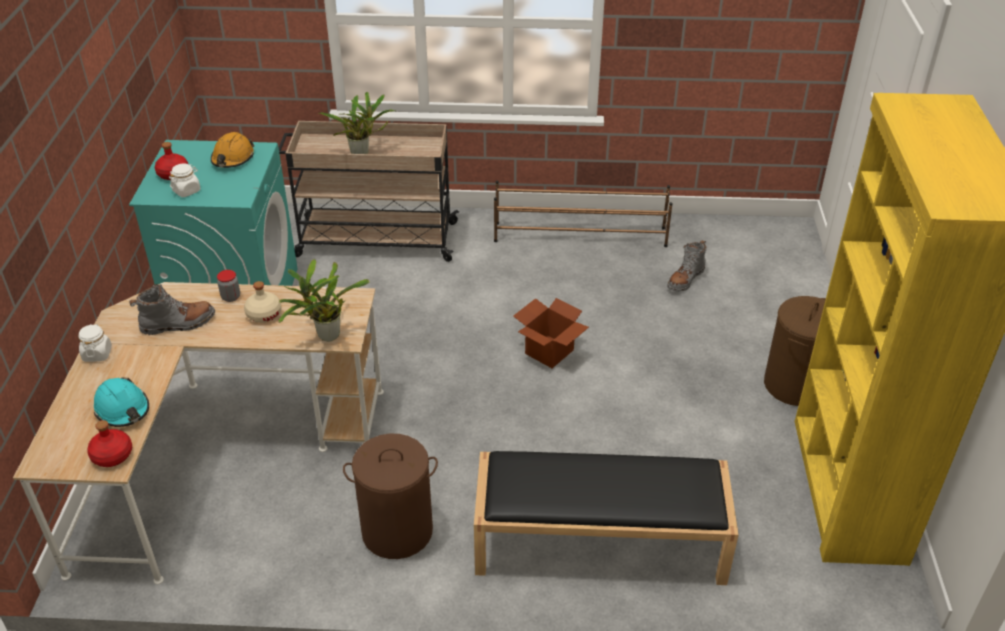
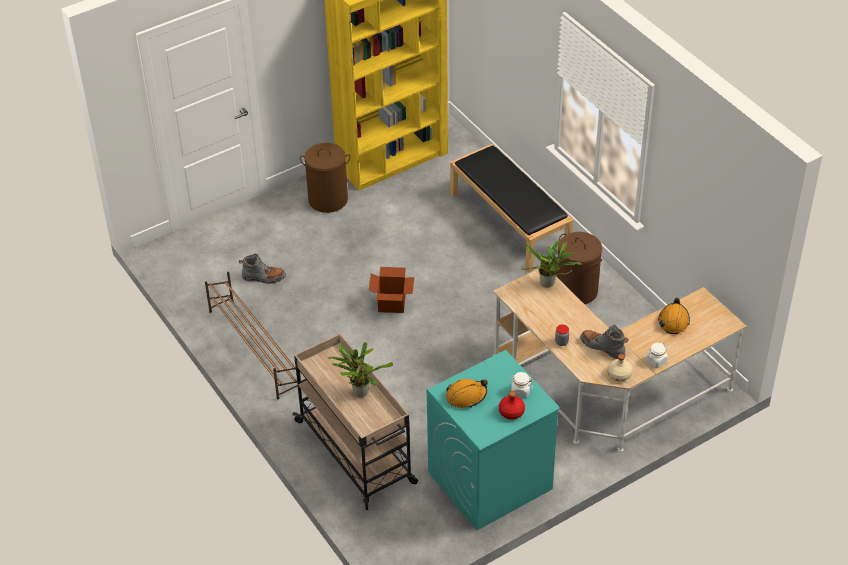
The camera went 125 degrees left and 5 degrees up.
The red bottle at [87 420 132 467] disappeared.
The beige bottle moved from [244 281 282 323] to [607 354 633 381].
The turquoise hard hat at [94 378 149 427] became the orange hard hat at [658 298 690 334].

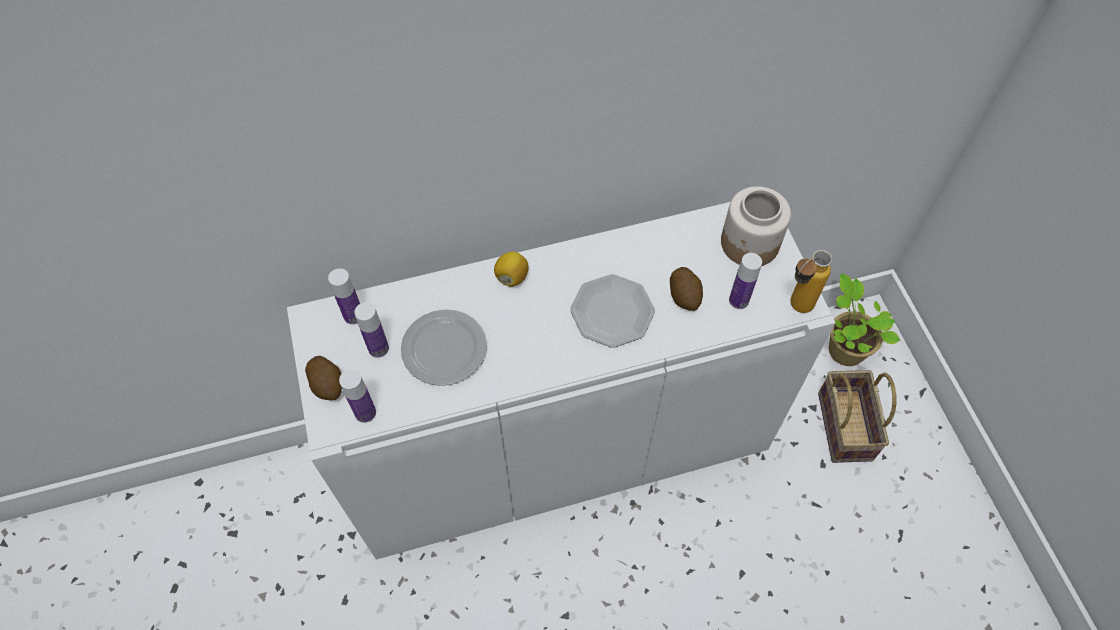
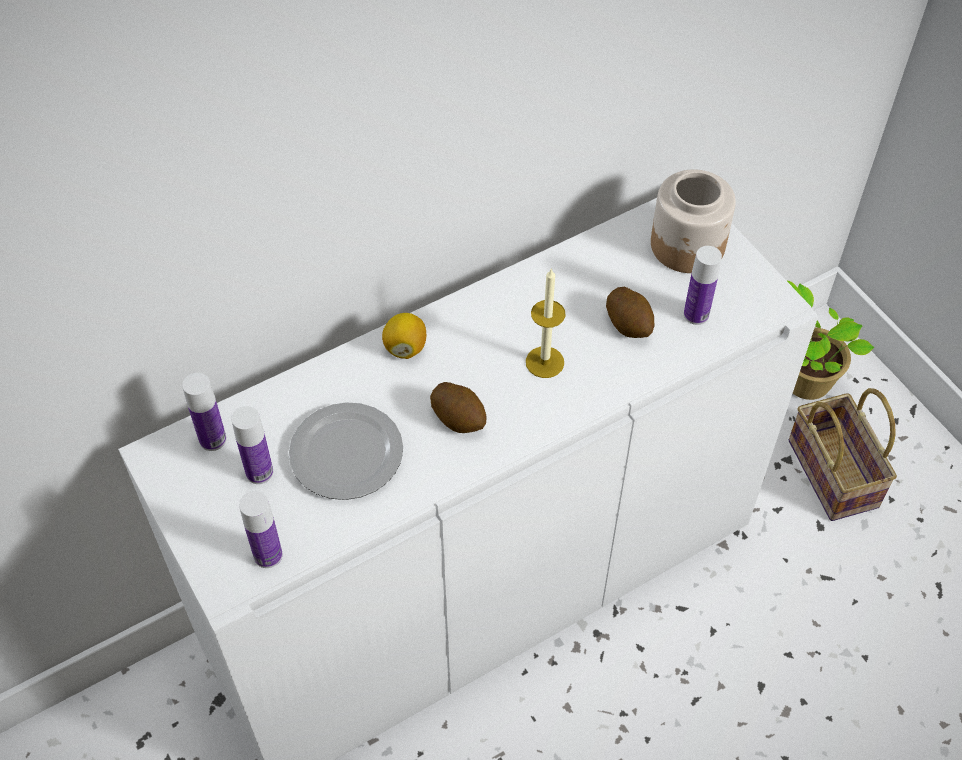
The camera went 15 degrees left and 5 degrees down.
The bottle at [790 250 833 313] disappeared.
The potato moved from [305 356 342 400] to [430 382 486 433].
The plate at [570 274 655 348] was replaced by the candle at [526 269 566 378].

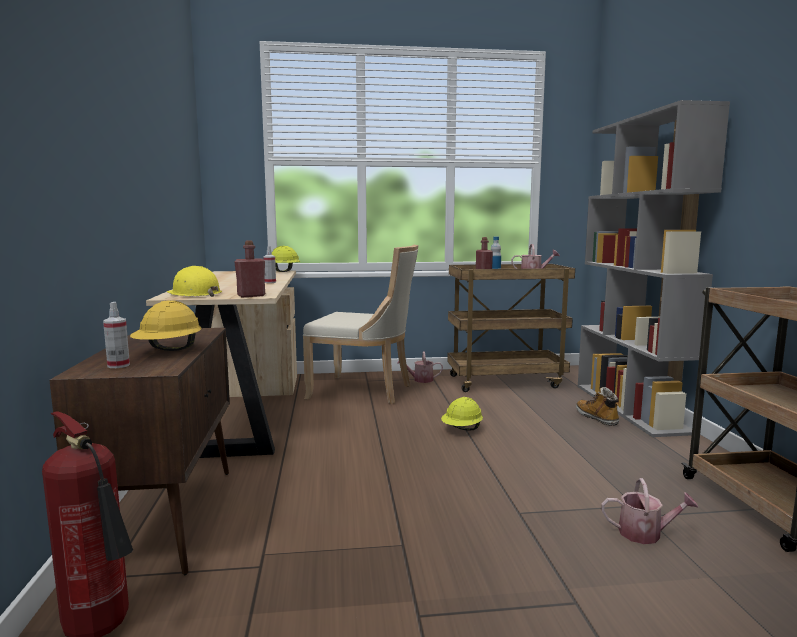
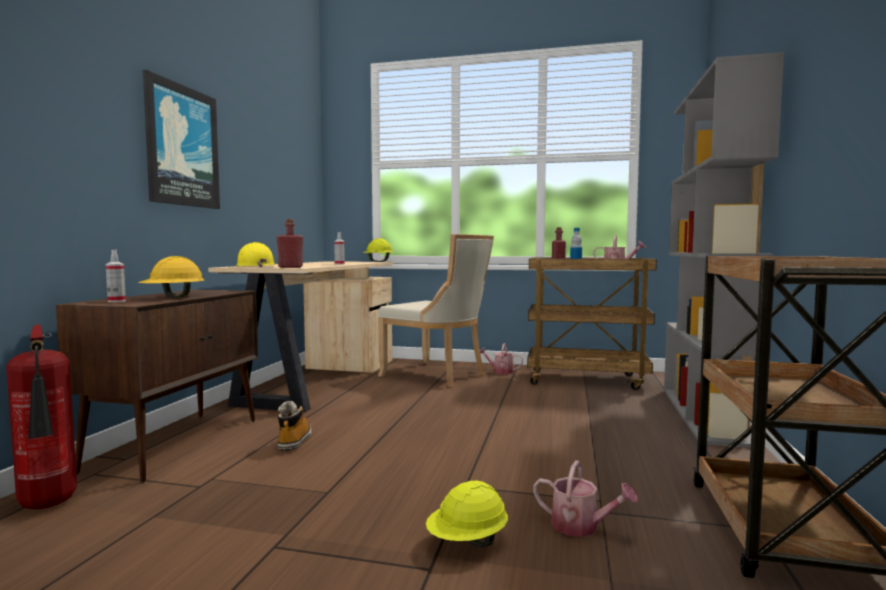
The camera went 20 degrees right and 5 degrees down.
The picture at [143 70 220 209] appeared.
The yellow hard hat moved from [441 397 483 431] to [426 480 508 548].
The boot moved from [576 387 619 426] to [277 401 311 451].

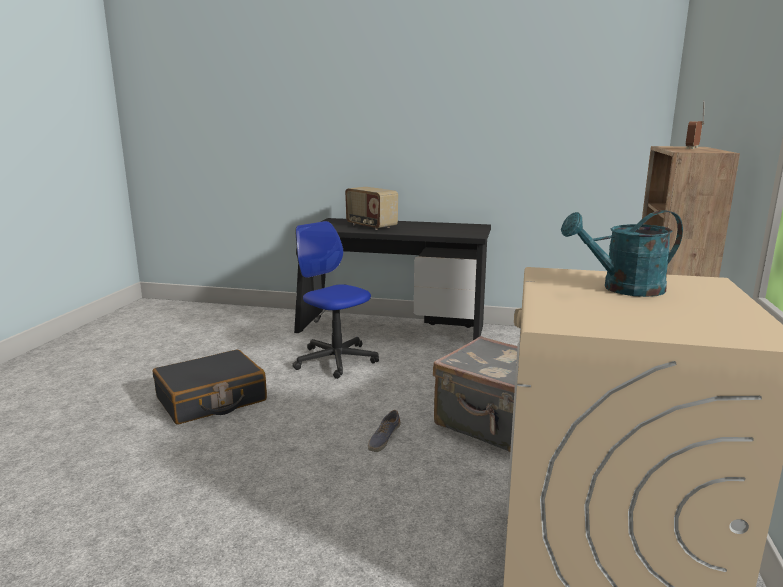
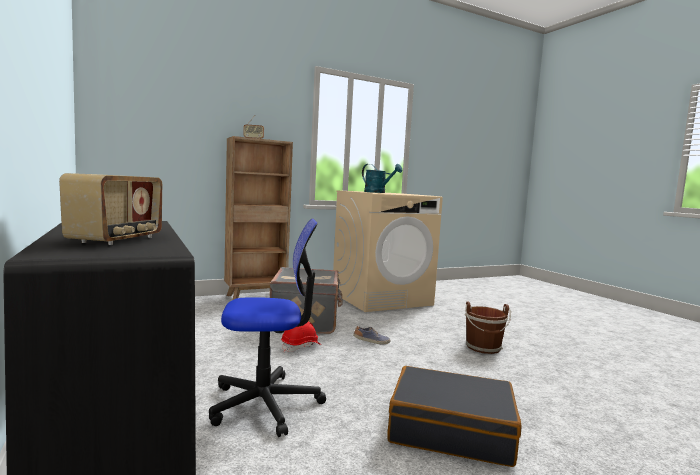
The camera went 130 degrees left and 10 degrees down.
The red hard hat at [281 321 321 352] appeared.
The brown bucket at [465 302 511 354] appeared.
The office chair at [292 221 379 379] turned 105 degrees counterclockwise.

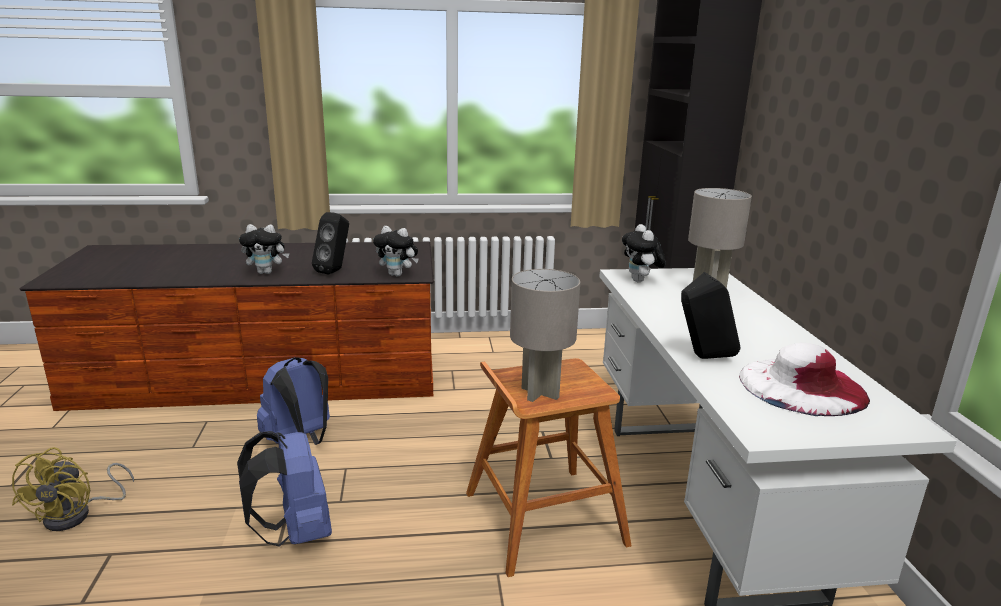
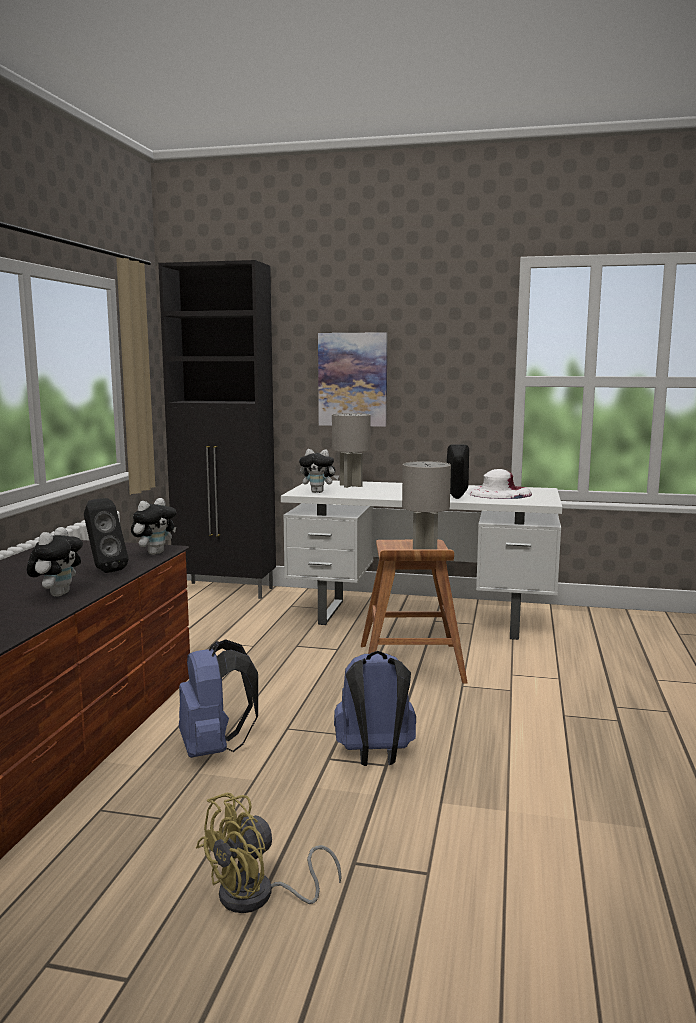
The camera went 70 degrees left and 10 degrees down.
The picture at [318 332 387 427] appeared.
The yellow fan at [12 447 134 531] turned 120 degrees clockwise.

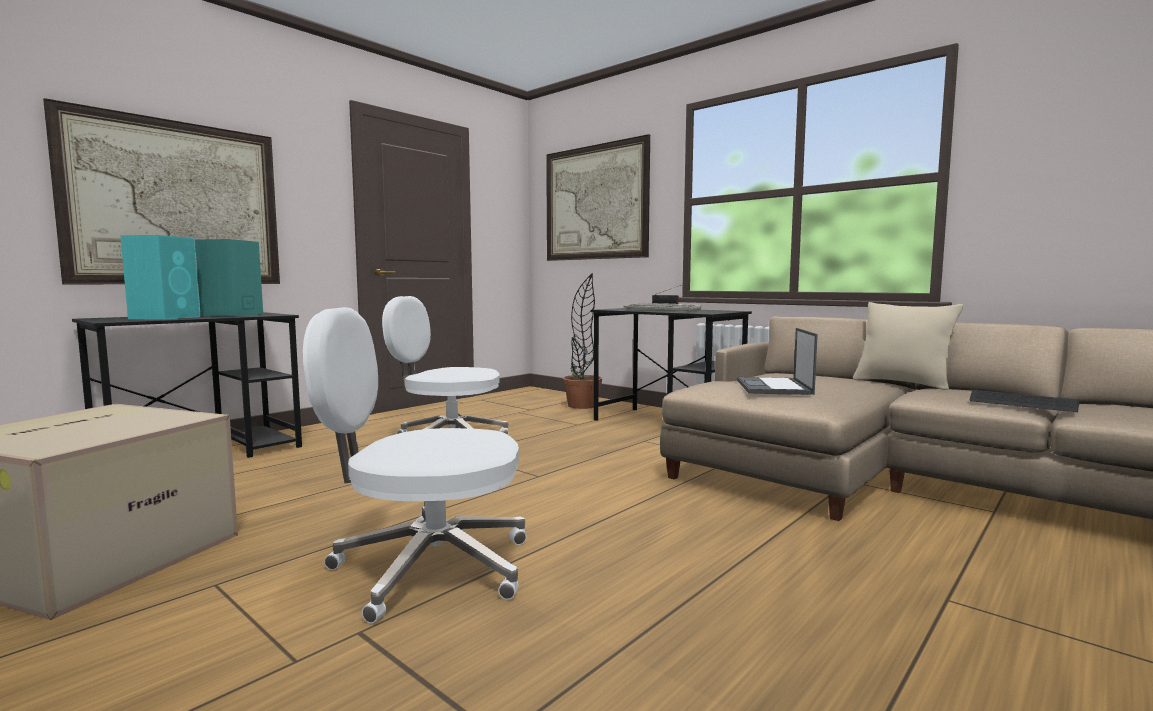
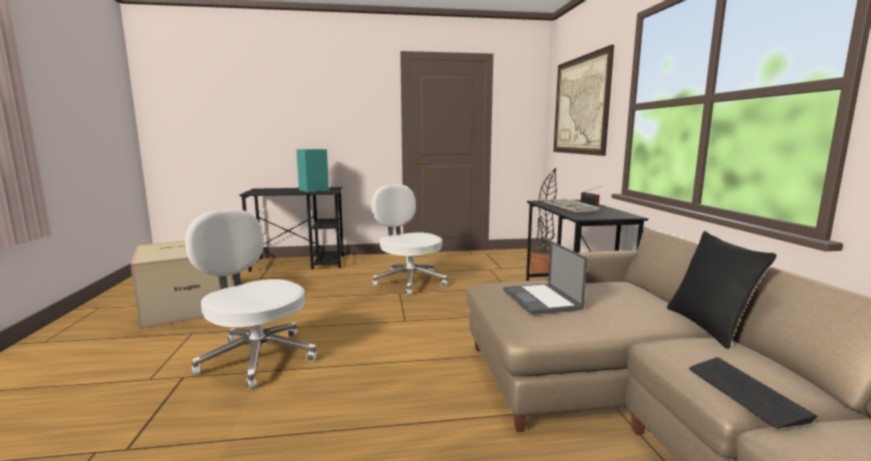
The camera went 40 degrees right and 5 degrees up.
The picture at [43 98 280 284] disappeared.
The turquoise speaker at [120 235 200 320] disappeared.
The beige pillow at [853 302 963 390] became the black pillow at [667 231 777 349].
The laptop at [737 328 818 395] turned 60 degrees counterclockwise.

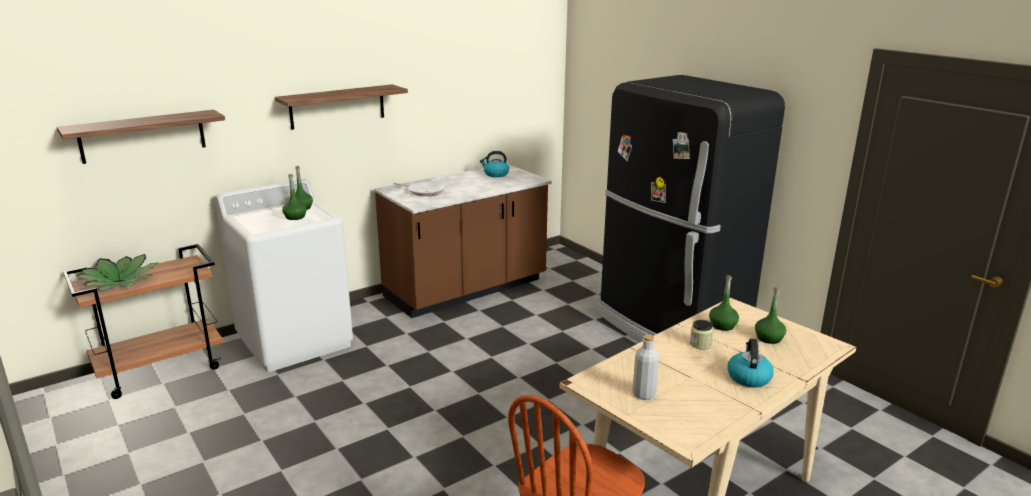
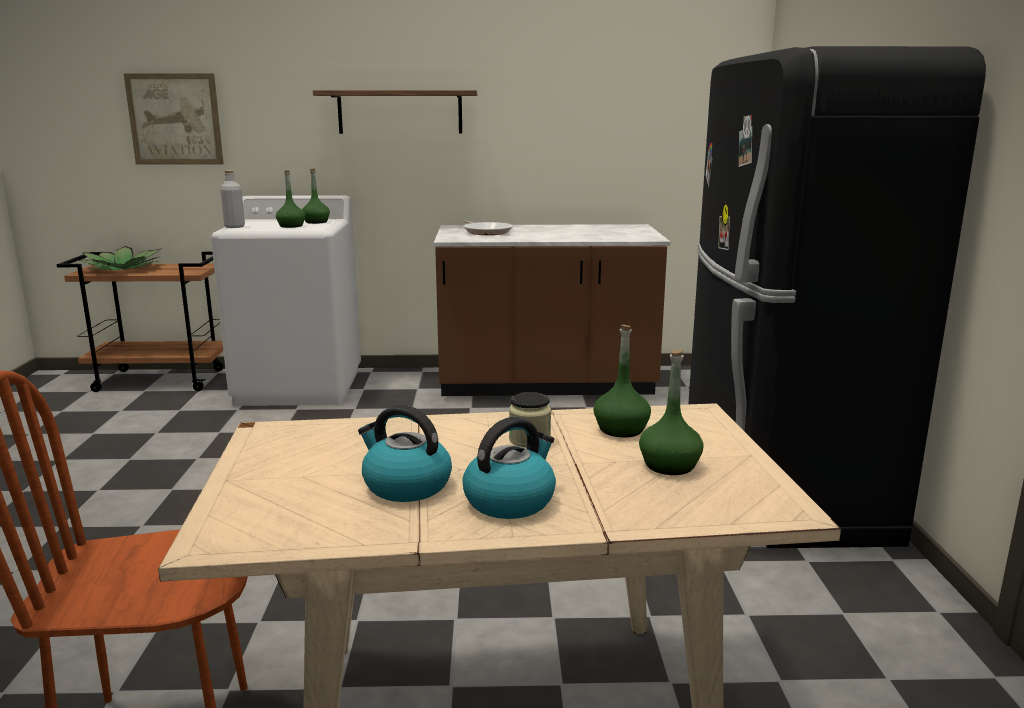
The camera went 35 degrees right and 5 degrees down.
The kettle moved from [480 151 509 177] to [358 405 452 502].
The grey bottle moved from [632 334 659 400] to [220 170 245 228].
The shelf at [57 110 225 164] was replaced by the picture at [124 73 224 165].

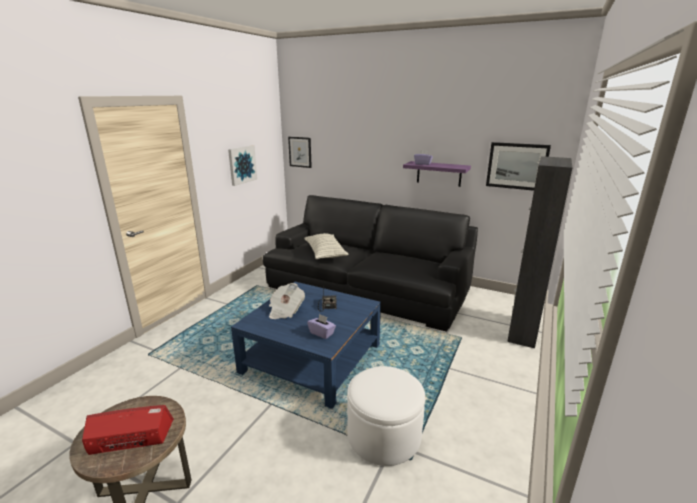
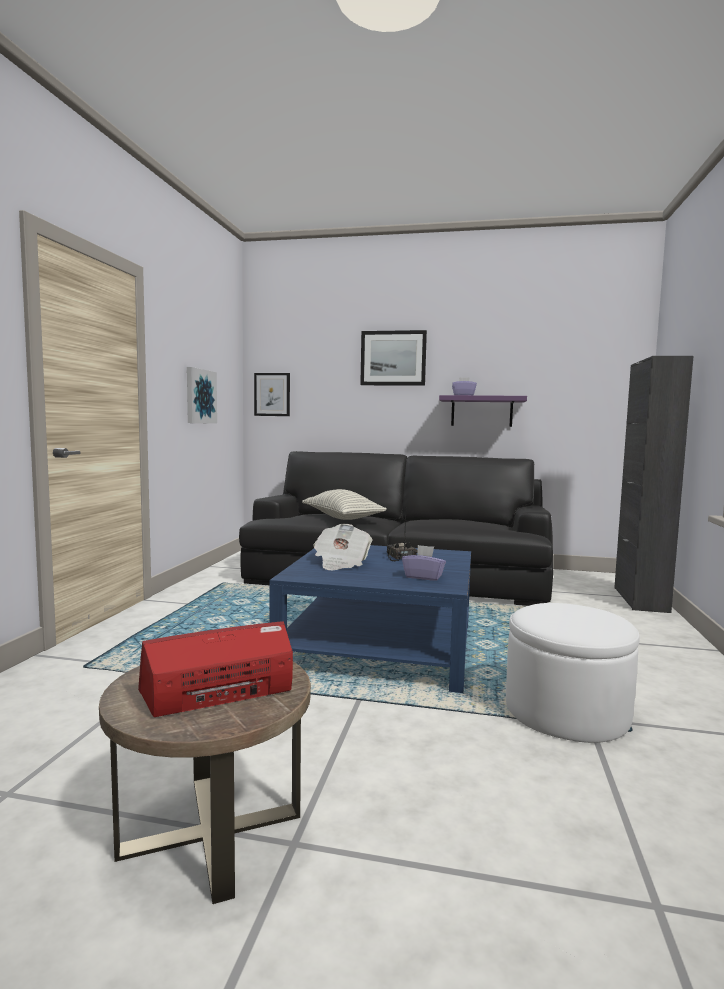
The camera went 15 degrees left and 15 degrees down.
The picture moved from [486 142 551 191] to [360 330 427 386].

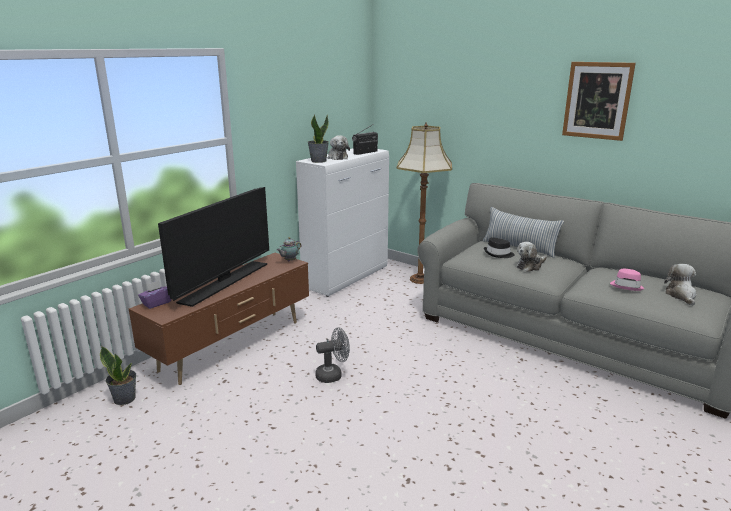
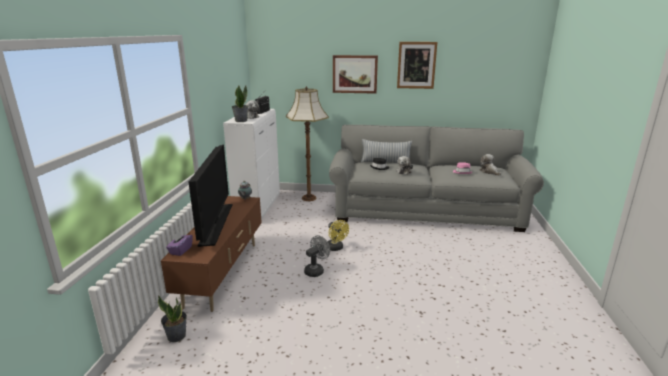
The camera went 30 degrees left and 0 degrees up.
The yellow fan at [326 220 349 251] appeared.
The picture at [333 55 378 94] appeared.

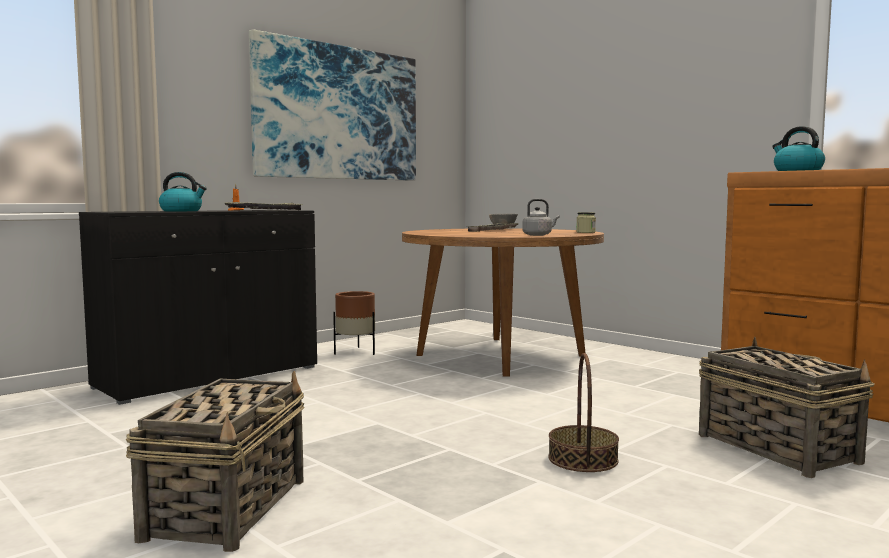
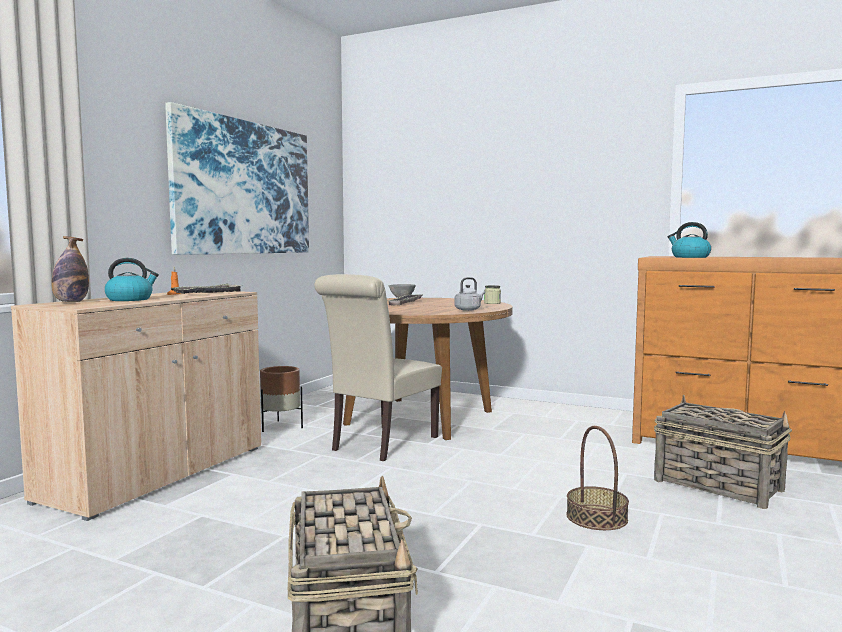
The camera went 20 degrees left and 0 degrees up.
The bottle at [51 236 89 302] appeared.
The beige chair at [314 274 442 461] appeared.
The black cabinet at [79 210 317 405] became the beige cabinet at [11 291 261 521].

